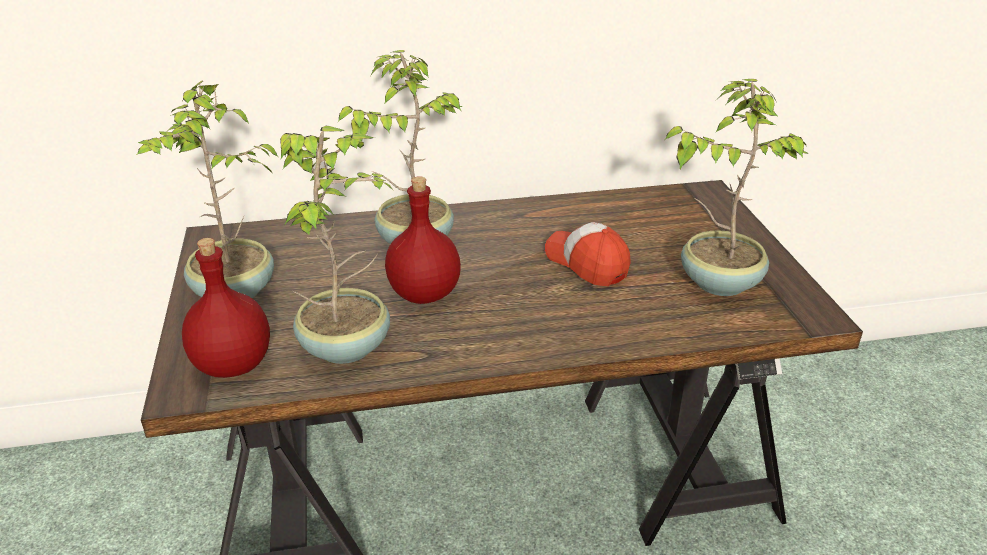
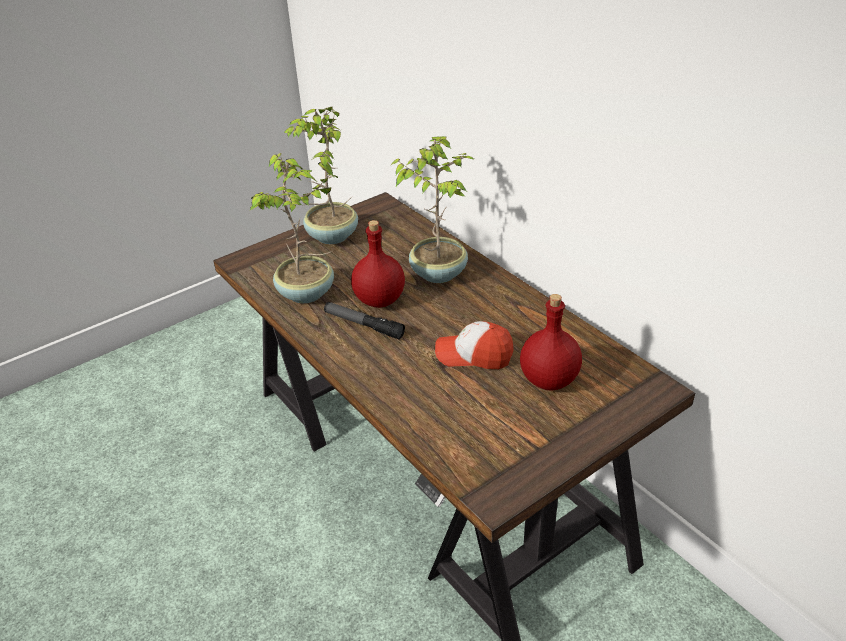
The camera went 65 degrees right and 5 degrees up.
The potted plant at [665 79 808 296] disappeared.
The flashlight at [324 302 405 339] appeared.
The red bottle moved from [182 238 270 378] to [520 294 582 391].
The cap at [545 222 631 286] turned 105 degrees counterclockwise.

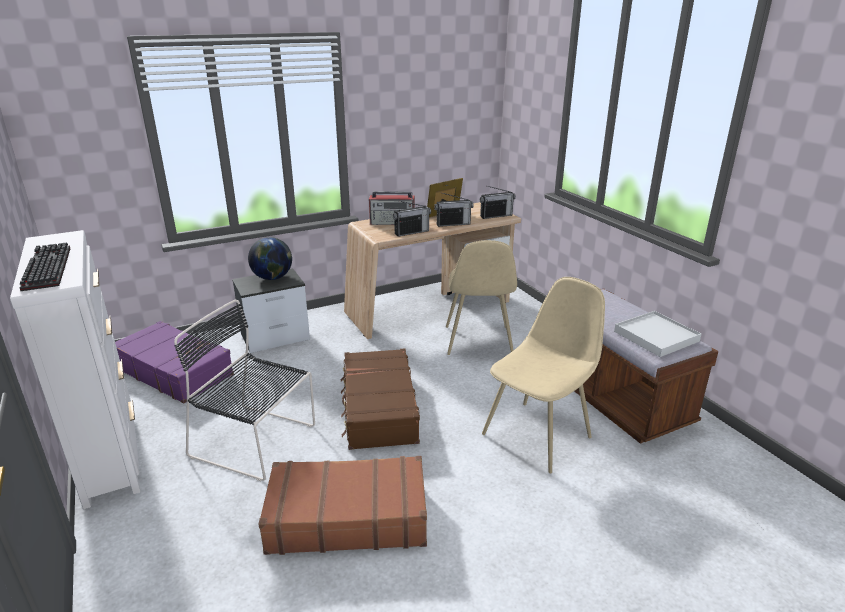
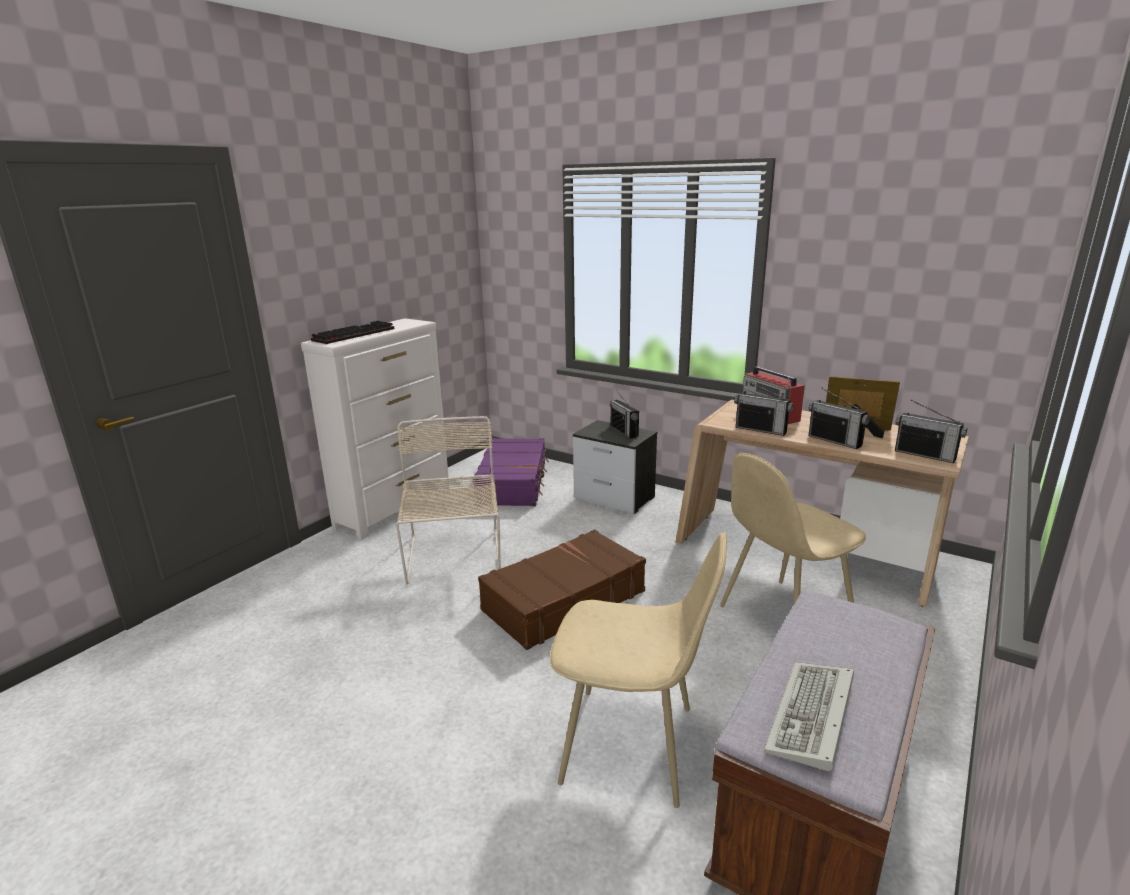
The camera went 60 degrees right and 5 degrees down.
The brown suitcase at [258 456 427 555] disappeared.
The globe at [248 237 292 280] was replaced by the radio at [610 390 639 439].
The white tray at [614 311 701 357] was replaced by the keyboard at [764 662 854 771].
The black chair at [174 300 315 481] became the beige chair at [396 416 501 584].

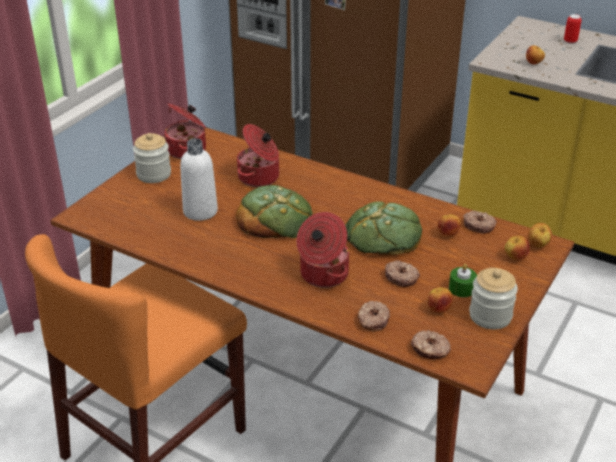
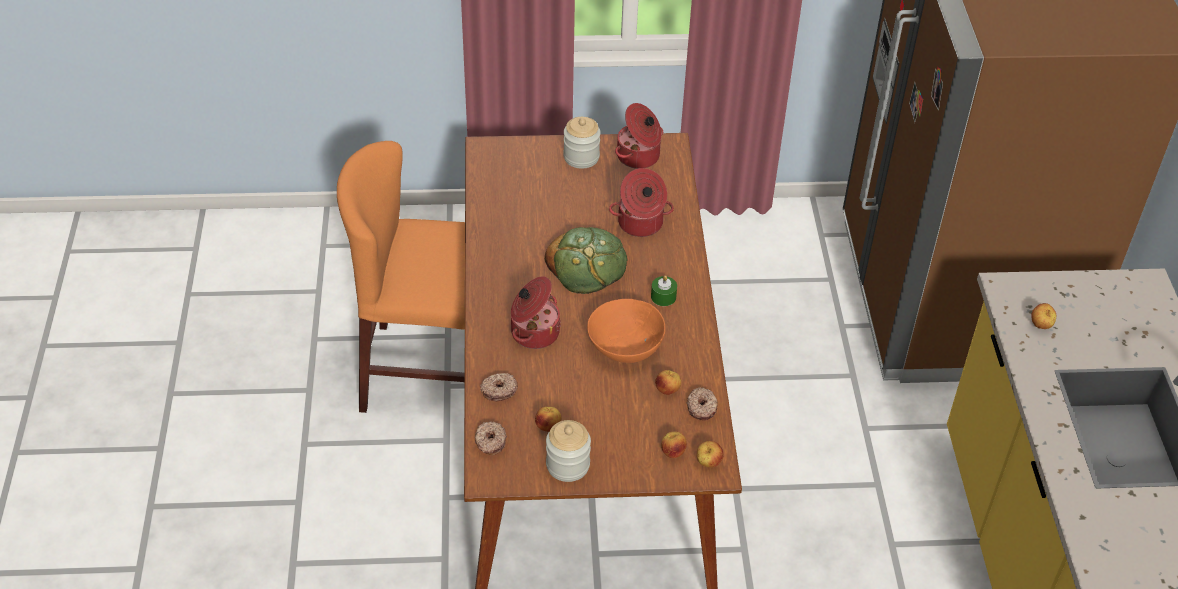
The camera went 55 degrees right and 10 degrees up.
The white bottle at [180 138 218 221] disappeared.
The donut at [385 260 420 287] disappeared.
The can at [564 14 582 43] disappeared.
The green candle moved from [449 264 477 297] to [651 275 677 306].
The bread at [345 201 422 255] was replaced by the orange bowl at [587 299 666 363].

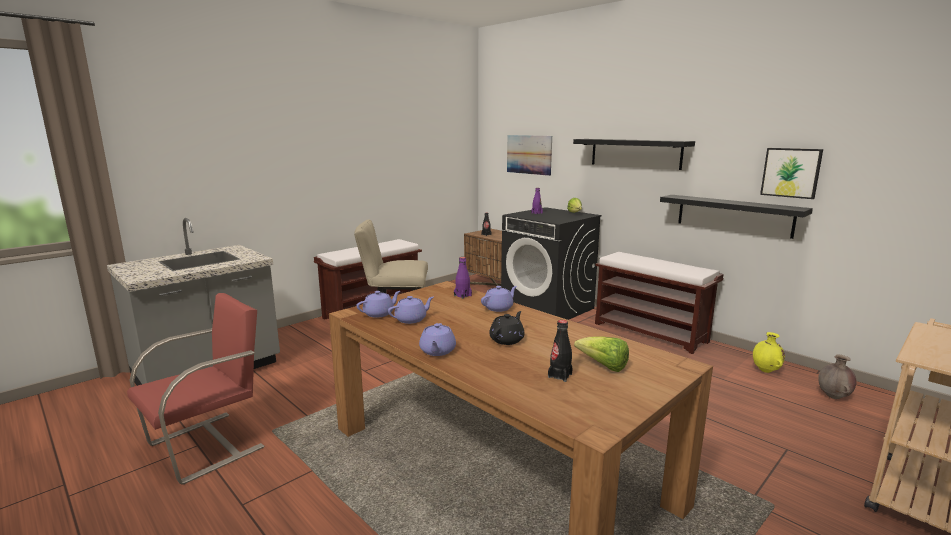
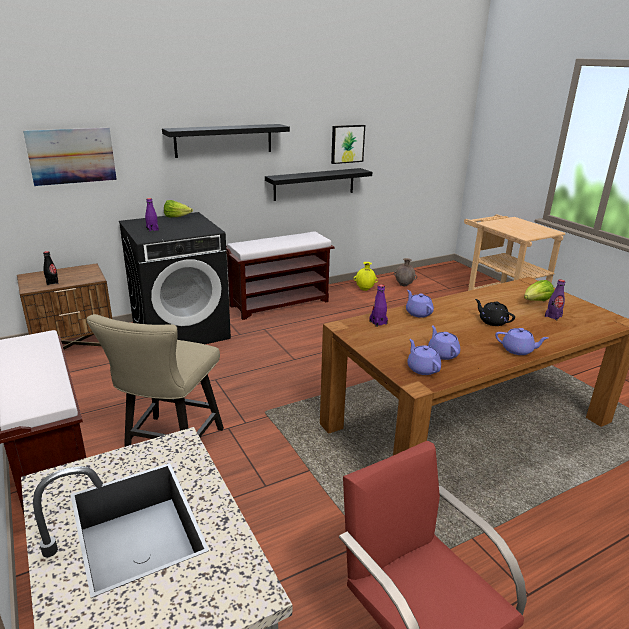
The camera went 75 degrees left and 10 degrees up.
The black bottle at [548 320 573 382] became the purple bottle at [545 279 565 320].

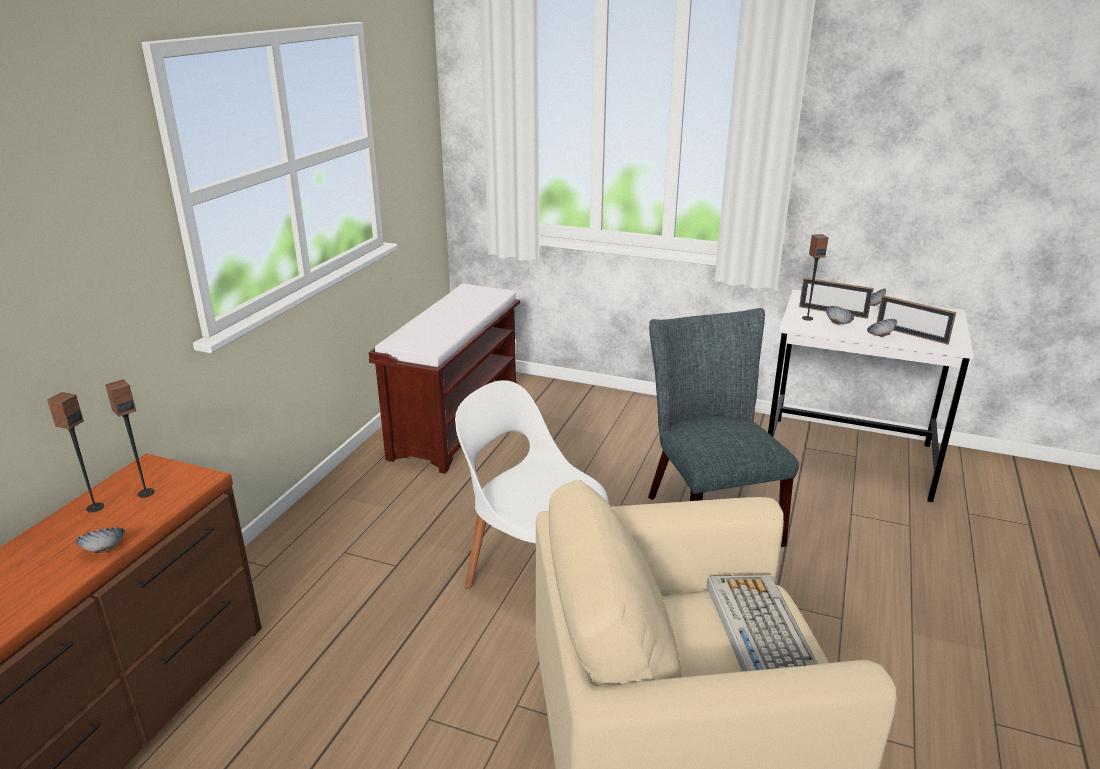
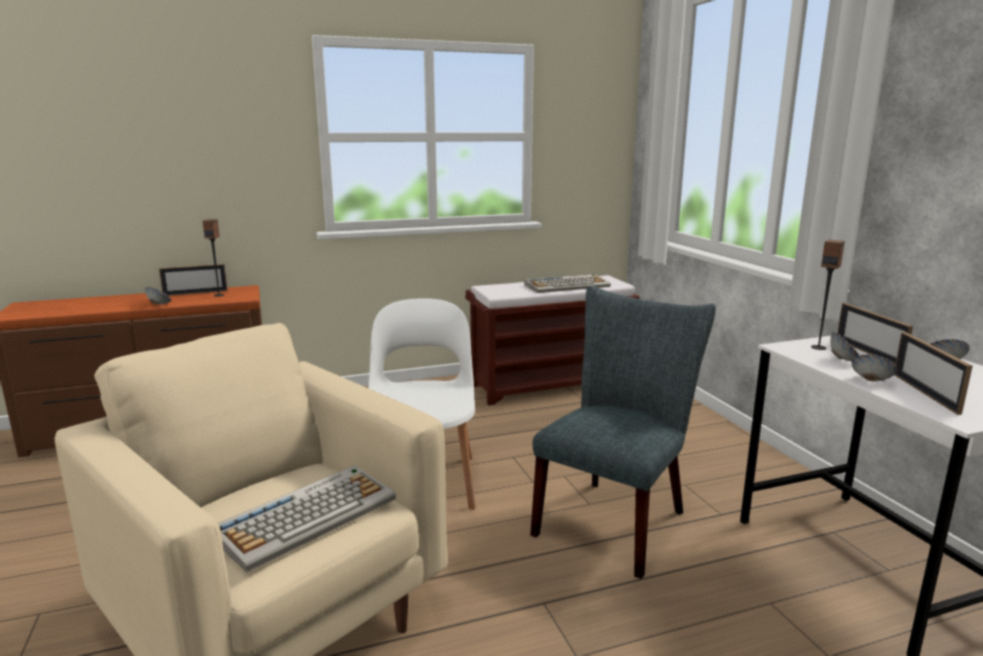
The camera went 50 degrees right and 10 degrees down.
The keyboard at [524 274 611 293] appeared.
The speaker at [47 392 104 513] was replaced by the picture frame at [159 264 228 296].

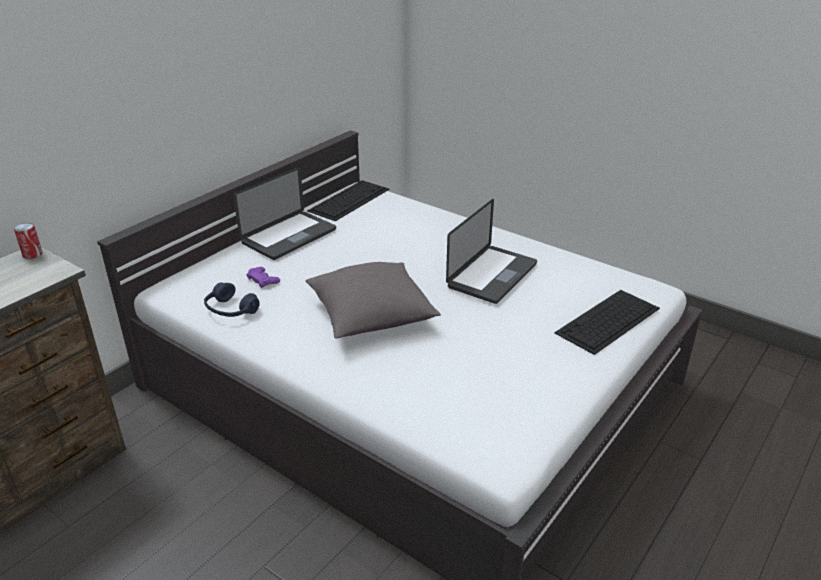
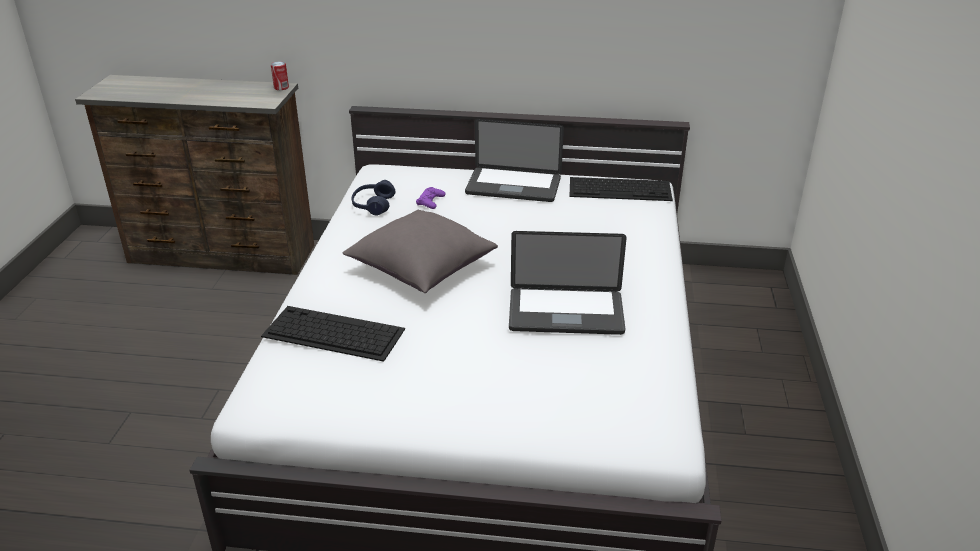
The camera went 60 degrees right and 0 degrees up.
The keyboard moved from [555 290 660 355] to [261 306 405 362].

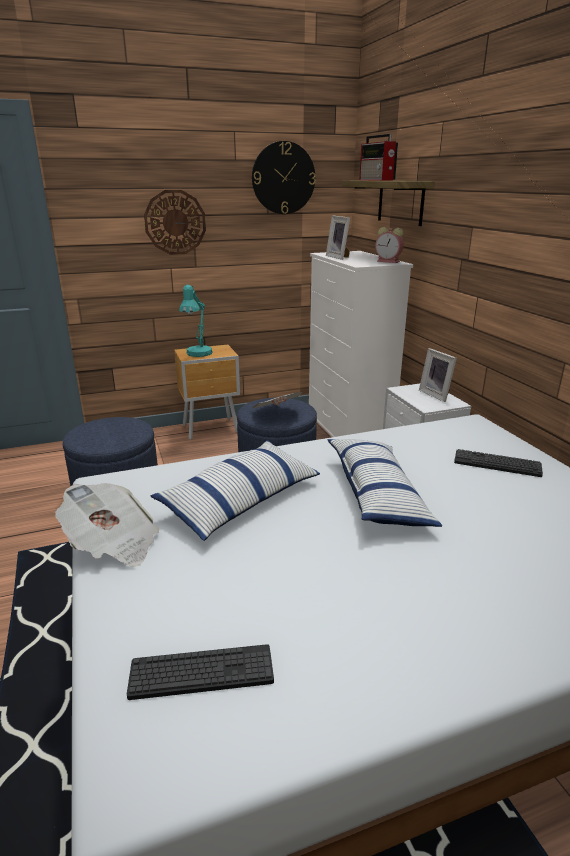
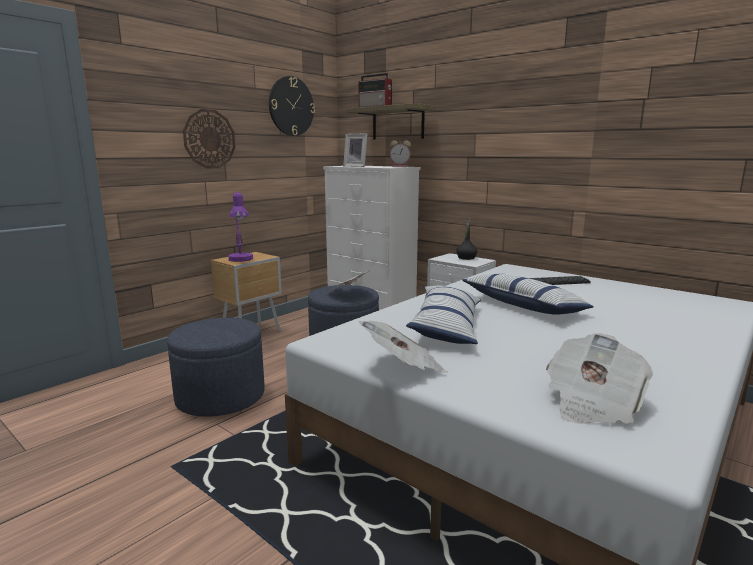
The camera went 30 degrees left and 10 degrees down.
The keyboard at [127 644 274 700] was replaced by the newspaper at [546 333 653 424].
The picture frame at [419 348 457 402] was replaced by the black bottle at [456 218 478 260].
The turquoise table lamp at [179 285 213 357] became the purple table lamp at [228 192 253 262].

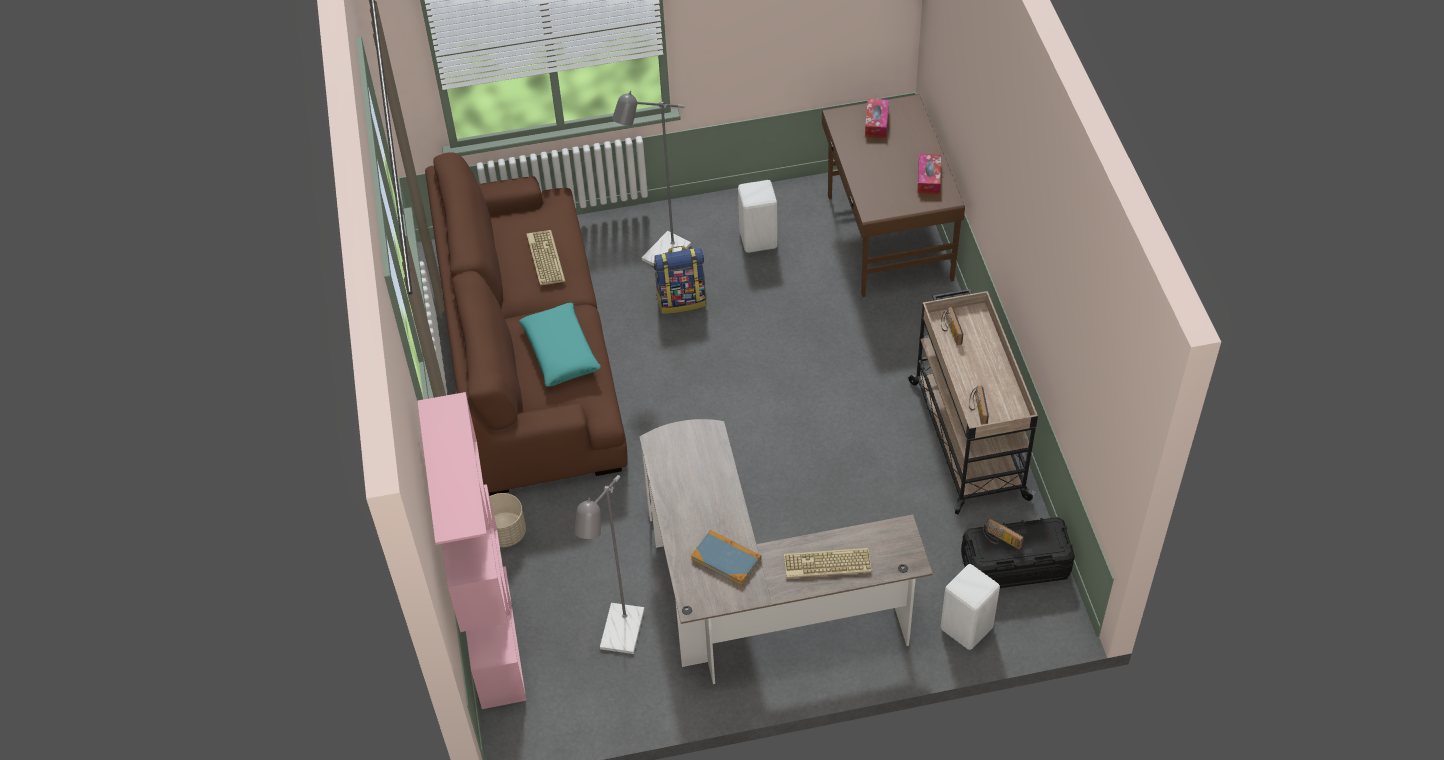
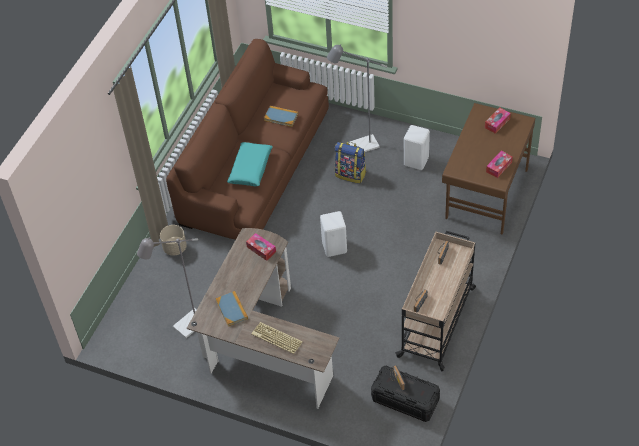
The camera went 35 degrees right and 0 degrees up.
The pink bookcase at [417 392 527 709] disappeared.
The tissue box at [246 233 276 261] appeared.
The white stool moved from [940 564 1000 650] to [320 211 347 257].
The keyboard at [527 230 566 285] was replaced by the book at [264 106 298 127].

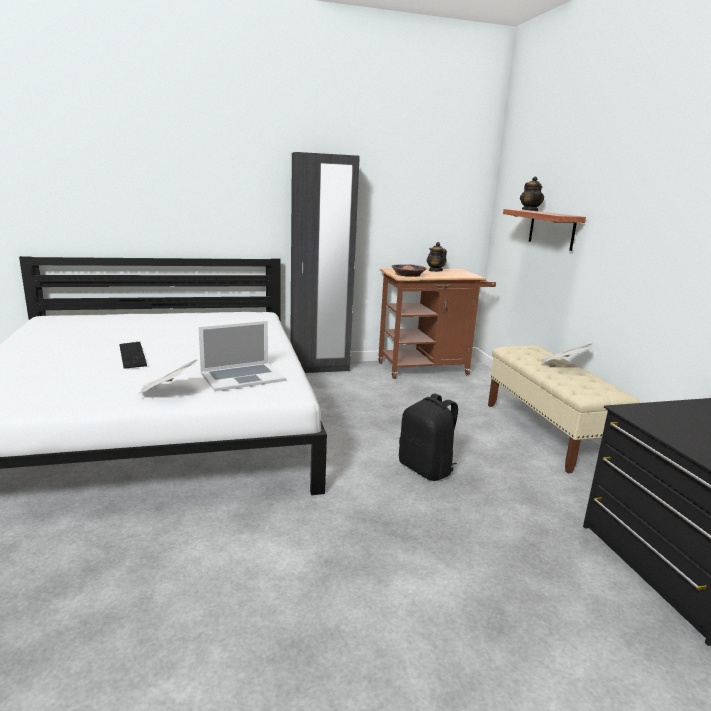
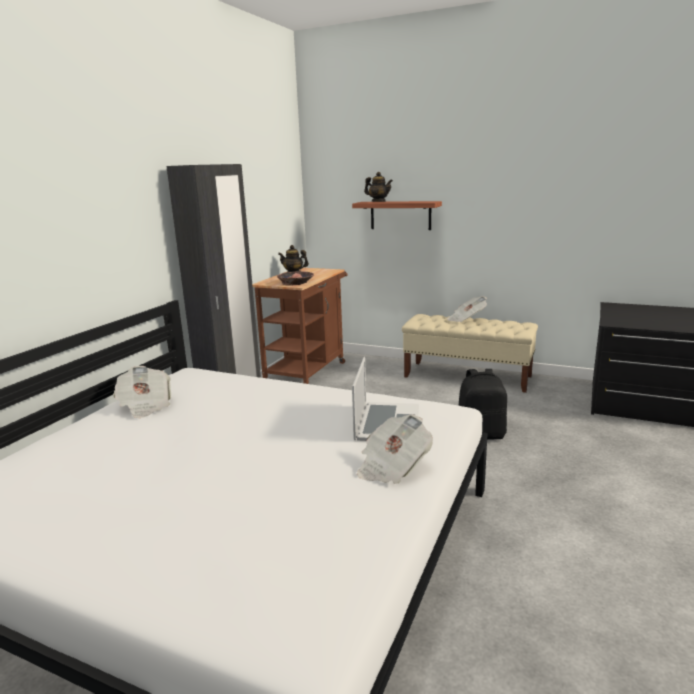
The camera went 50 degrees left and 0 degrees up.
The keyboard at [119 342 147 369] disappeared.
The newspaper at [113 366 171 418] appeared.

